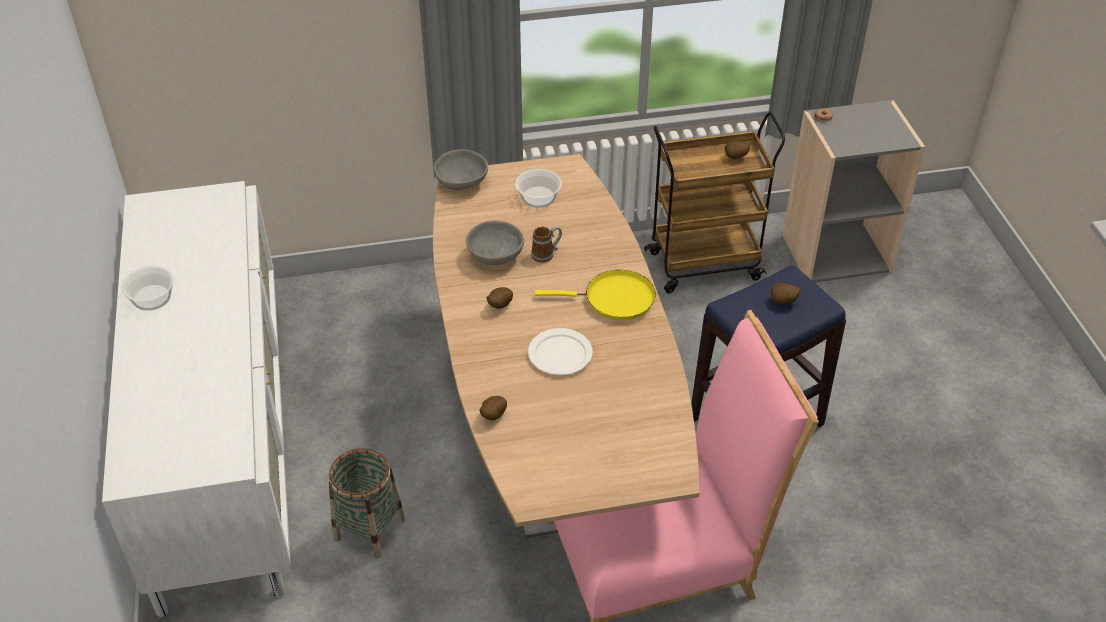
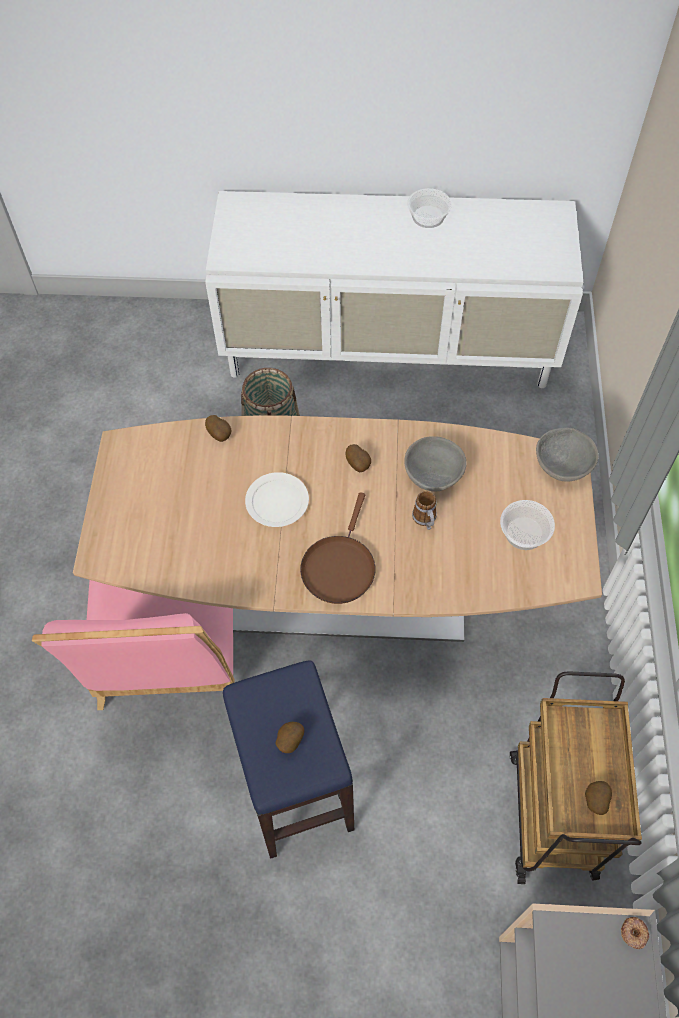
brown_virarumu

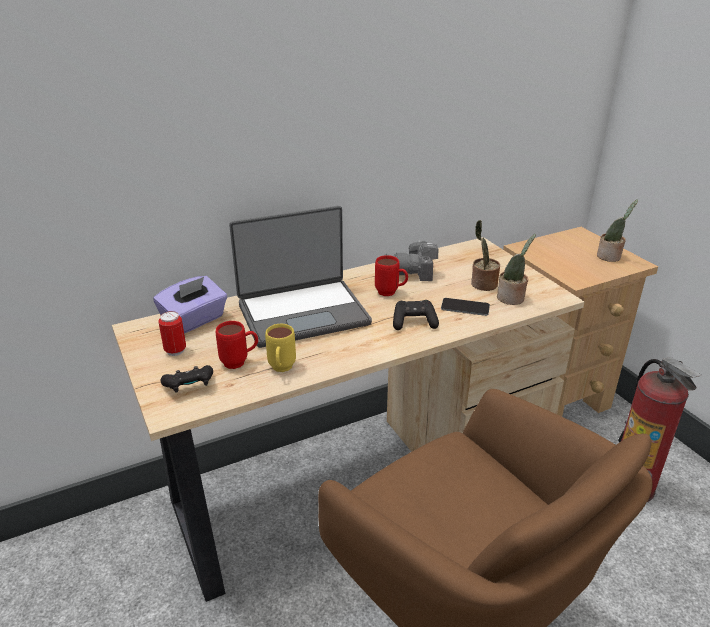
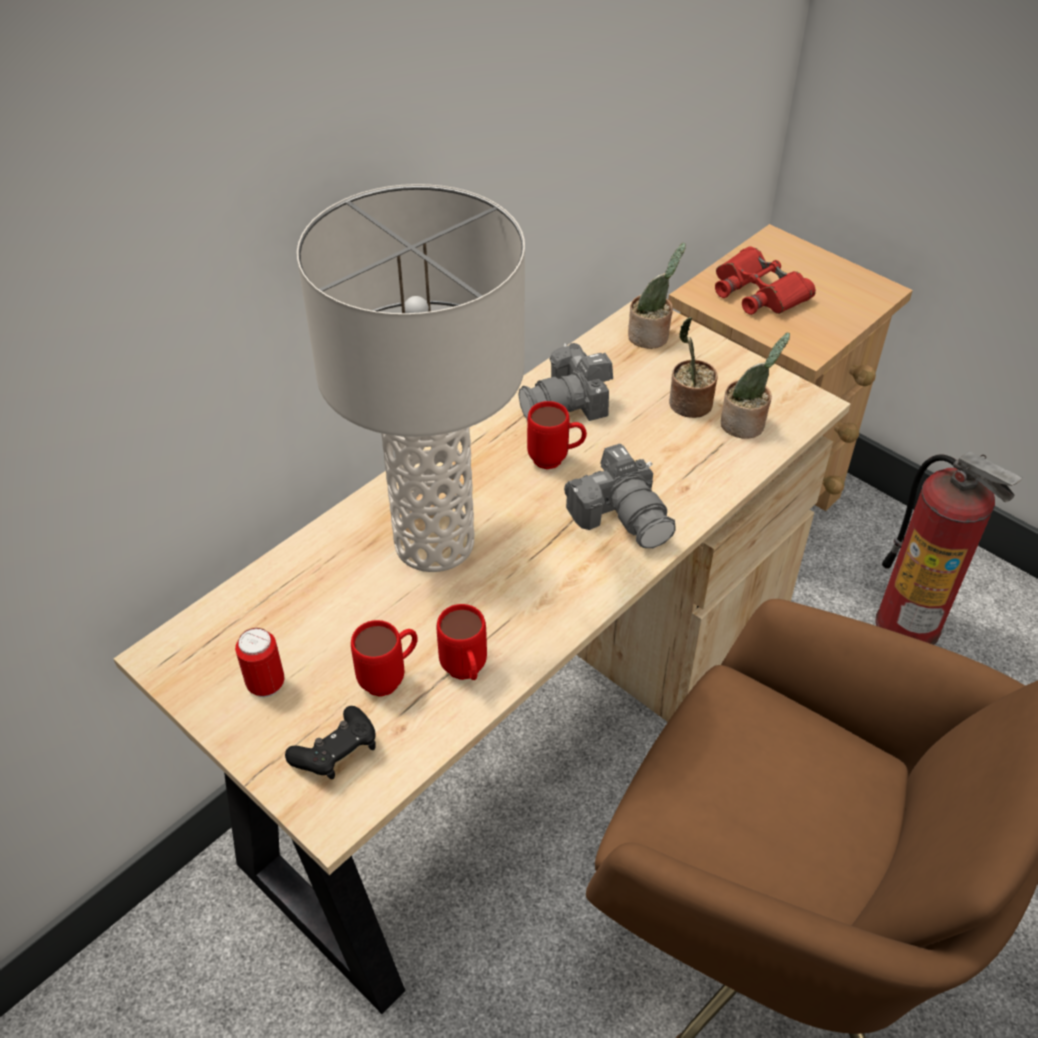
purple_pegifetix
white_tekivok
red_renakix (no. 2 from left)
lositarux (no. 2 from left)
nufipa
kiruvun (no. 1 from left)
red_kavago

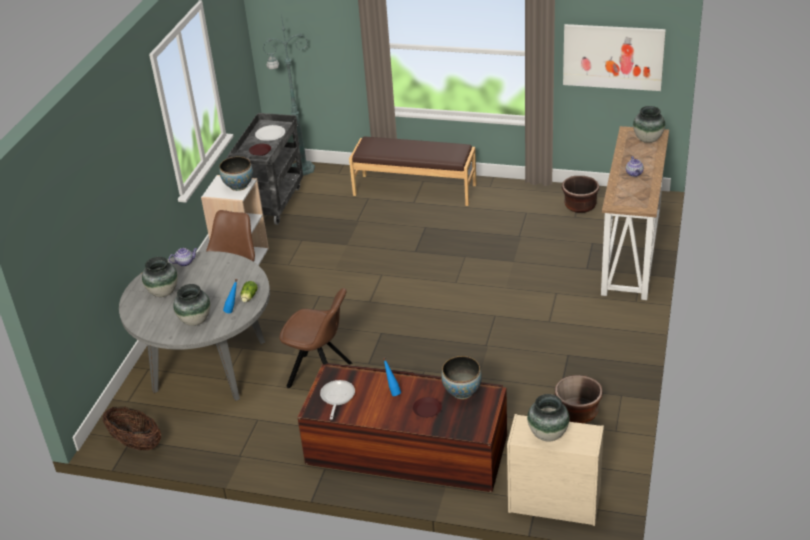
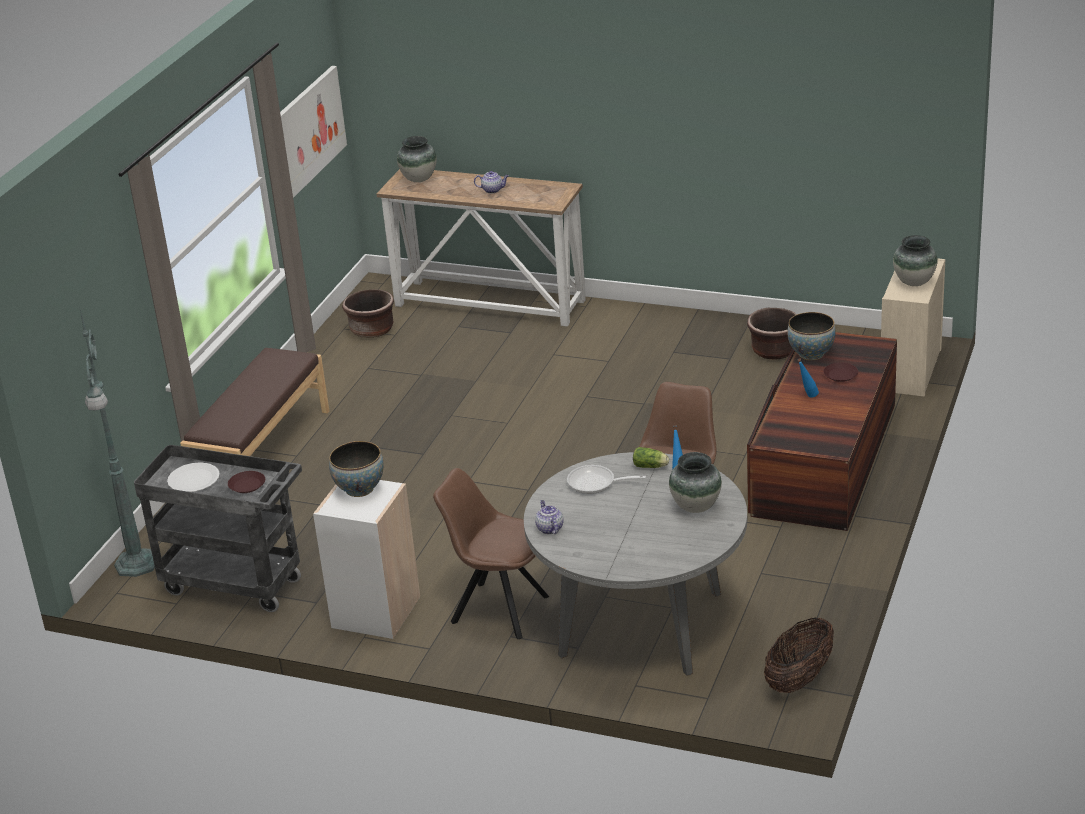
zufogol (no. 1 from left in the first image)
virarumu

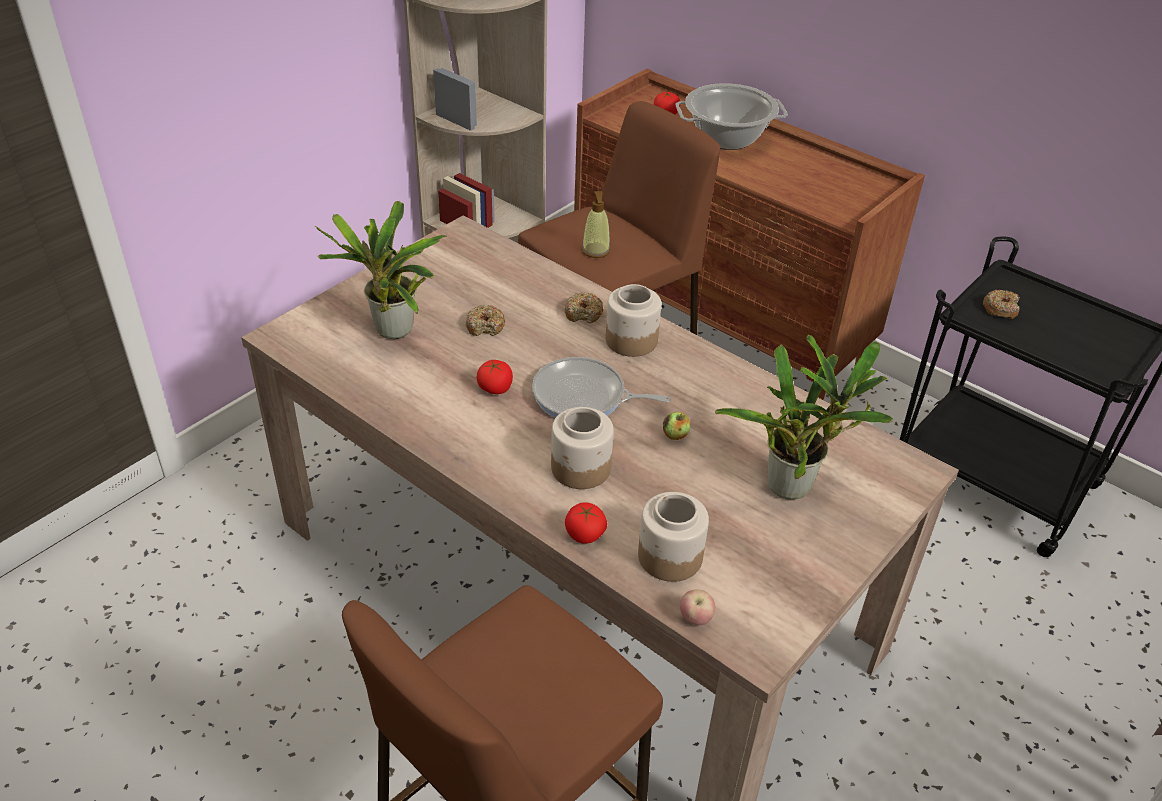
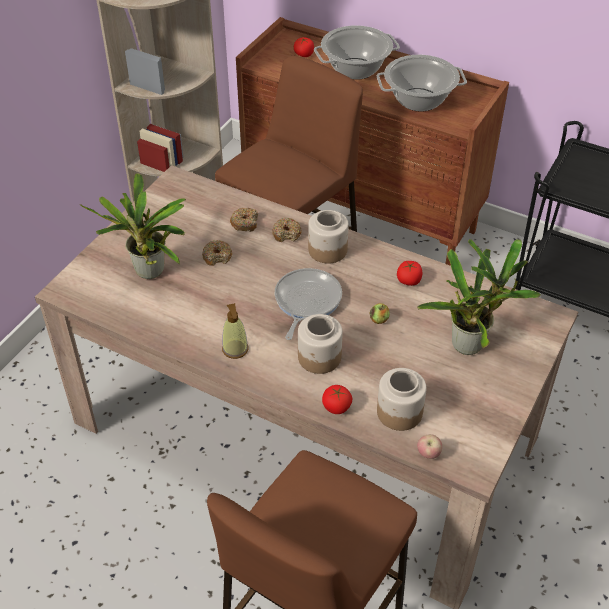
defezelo (no. 3 from left)
virarumu
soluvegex
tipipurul (no. 2 from left)
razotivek (no. 2 from left)

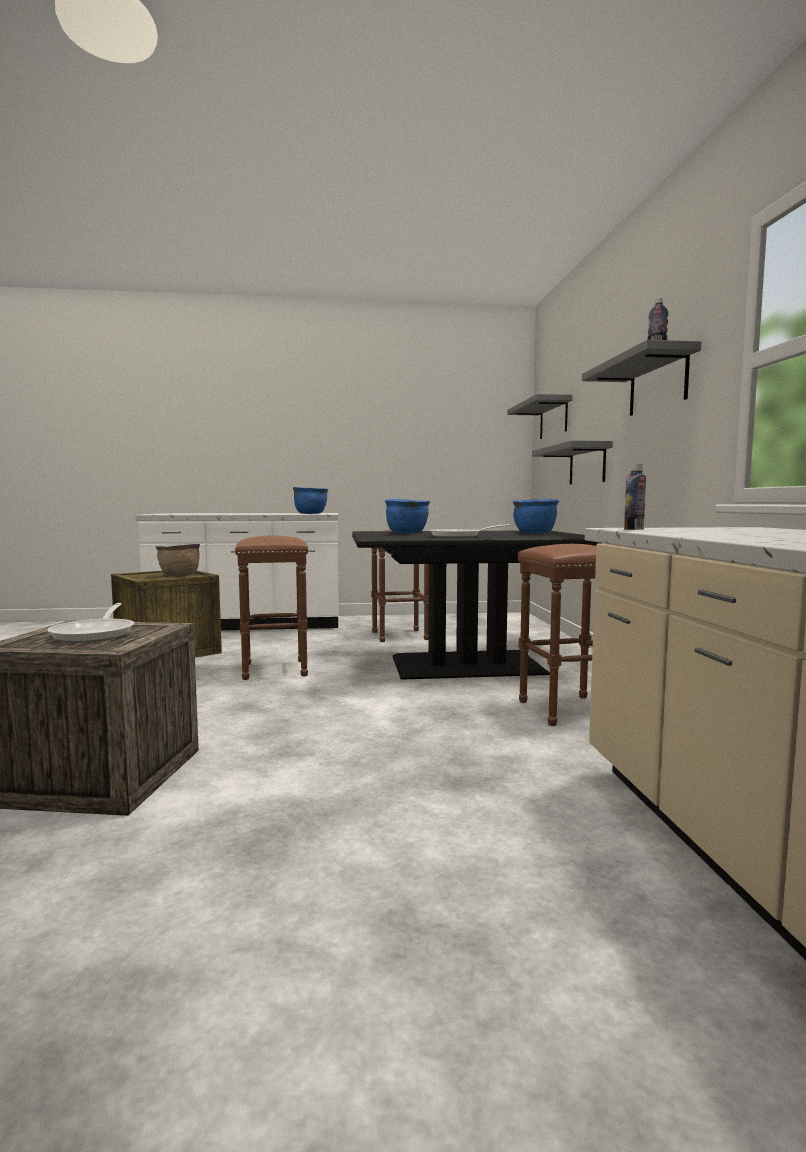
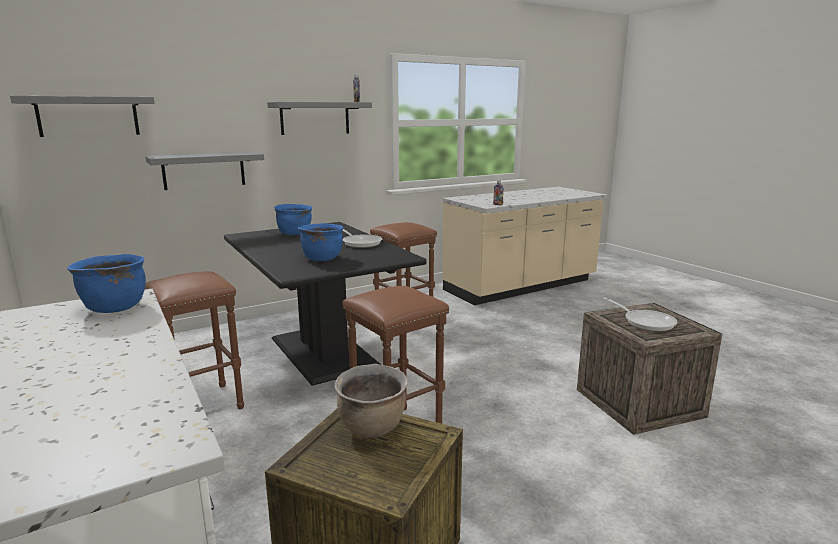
virarumu (no. 2 from left)

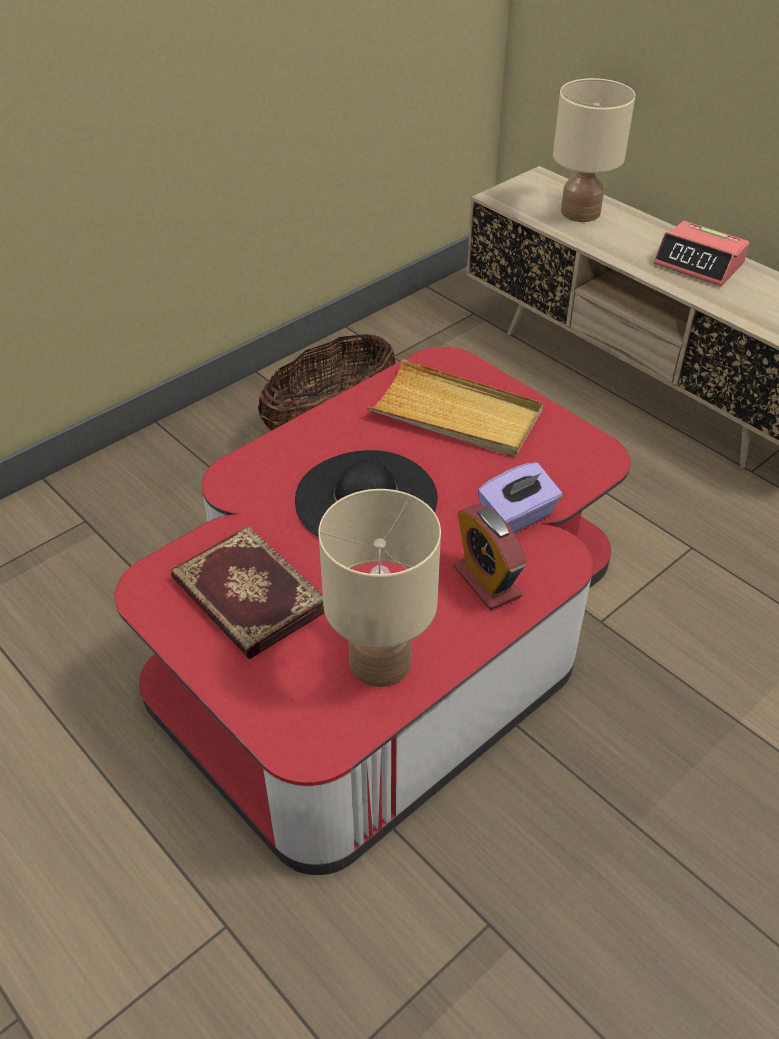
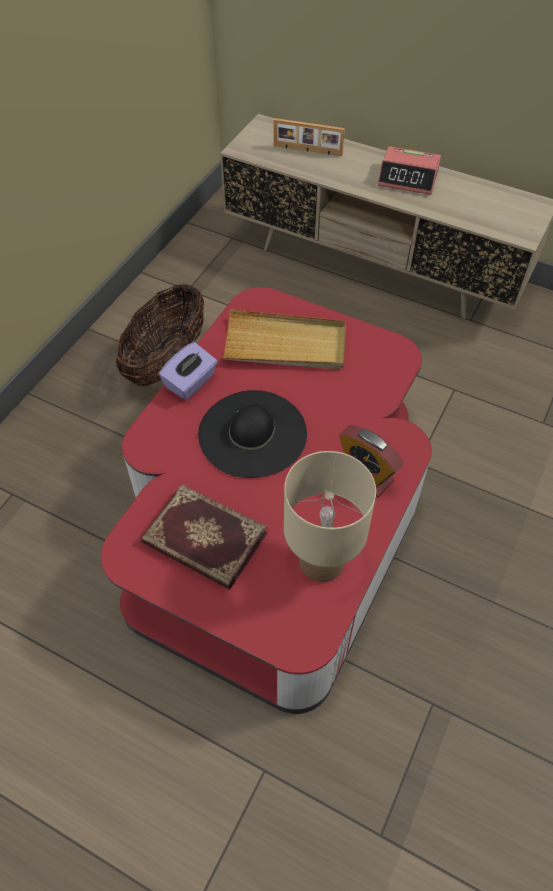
purple_pegifetix
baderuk

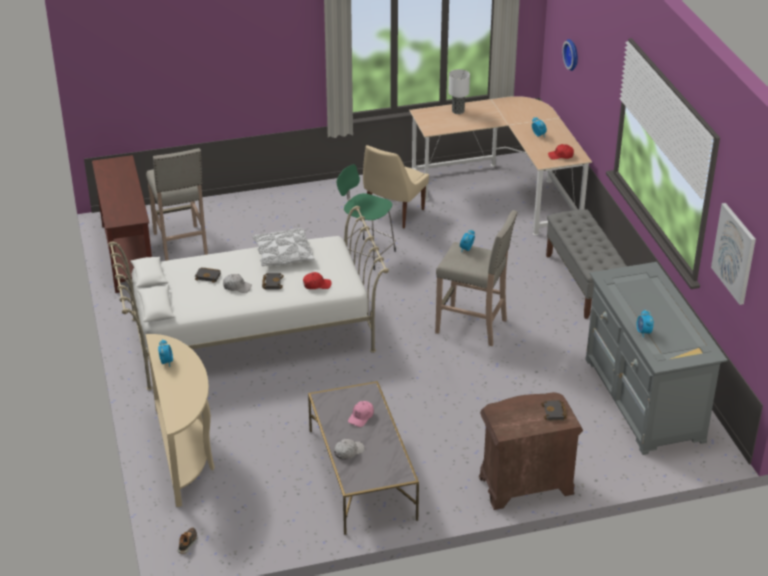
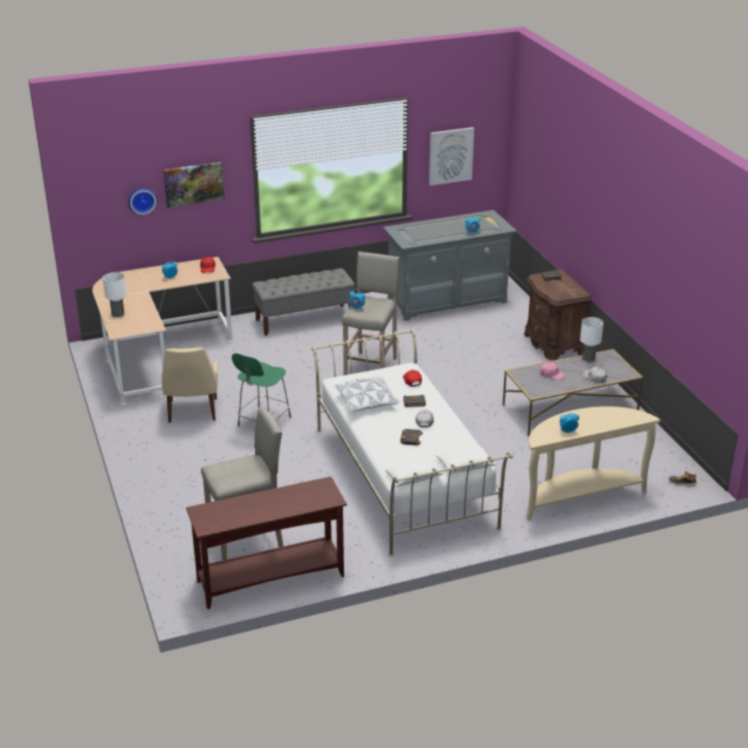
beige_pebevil
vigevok (no. 1 from left)
tekivok (no. 2 from left)

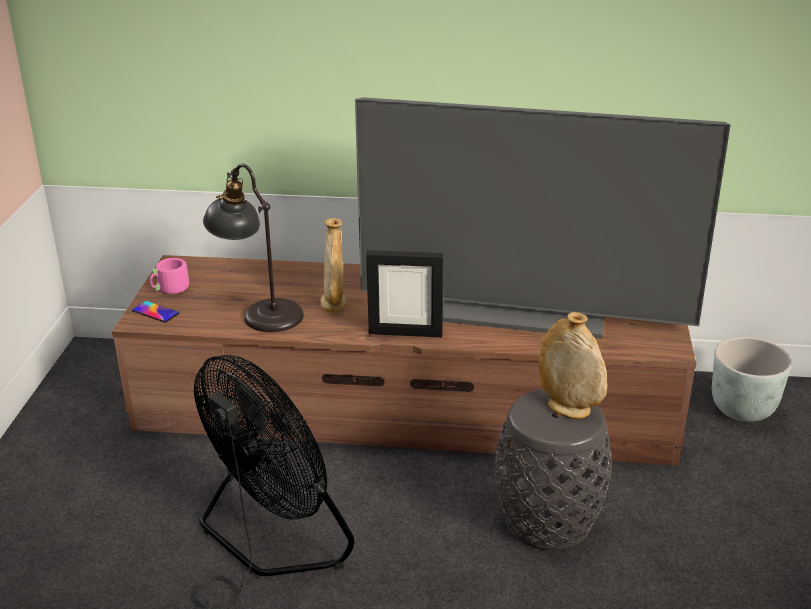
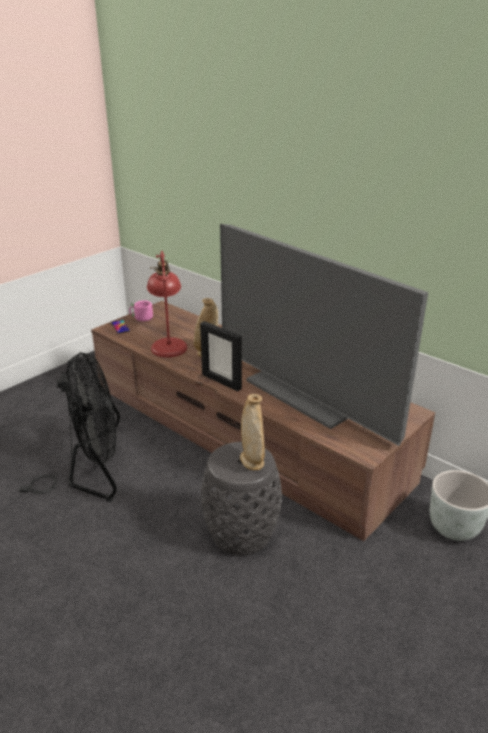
red_tekivok

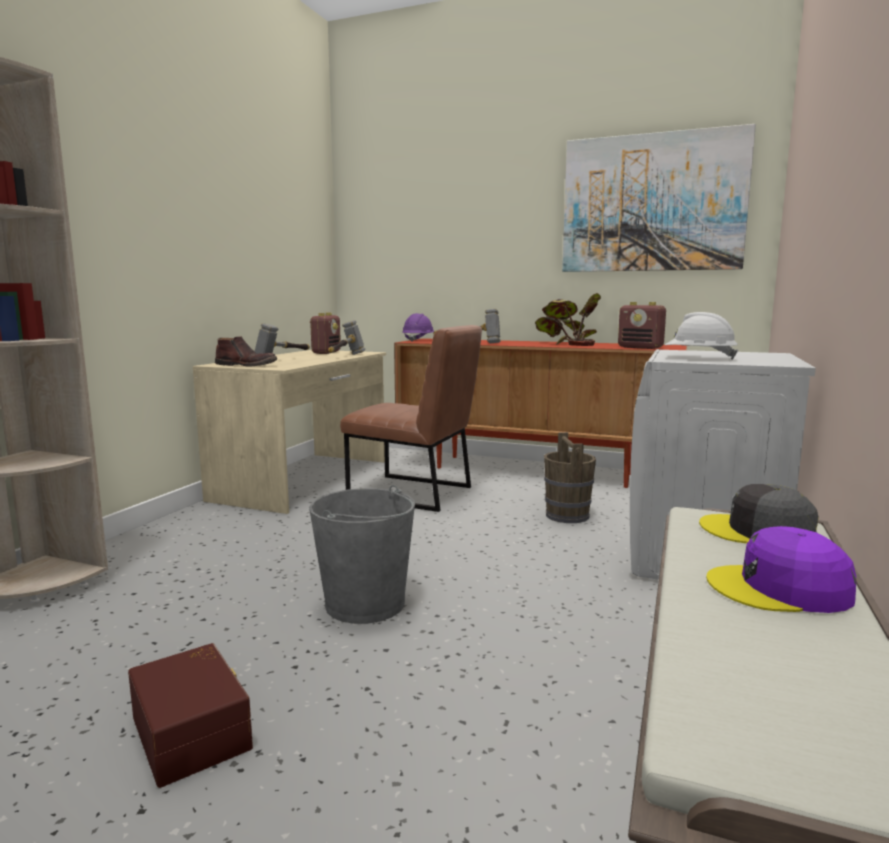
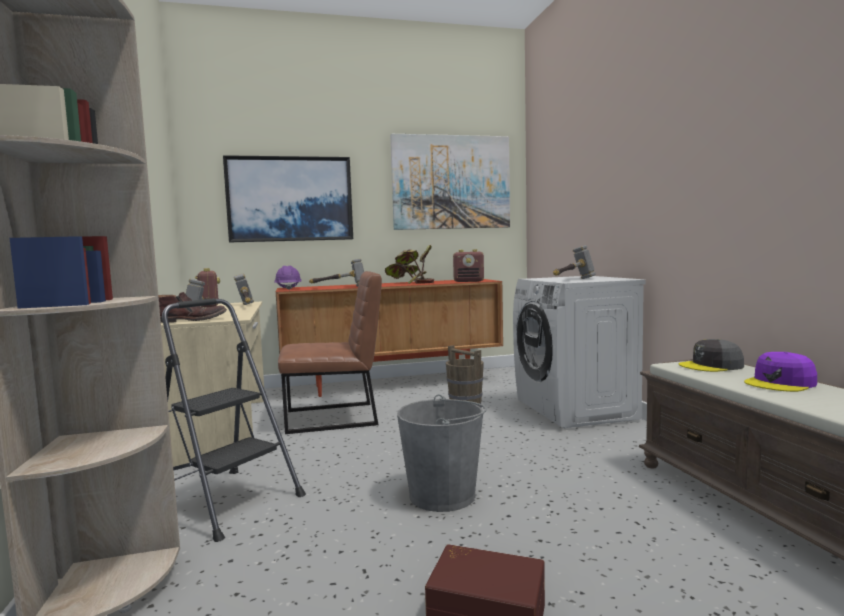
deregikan (no. 4 from left)
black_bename
vigevok (no. 1 from left)

